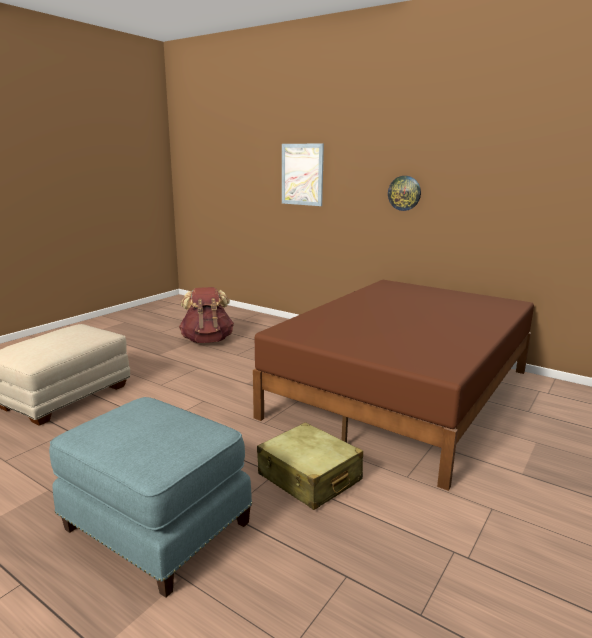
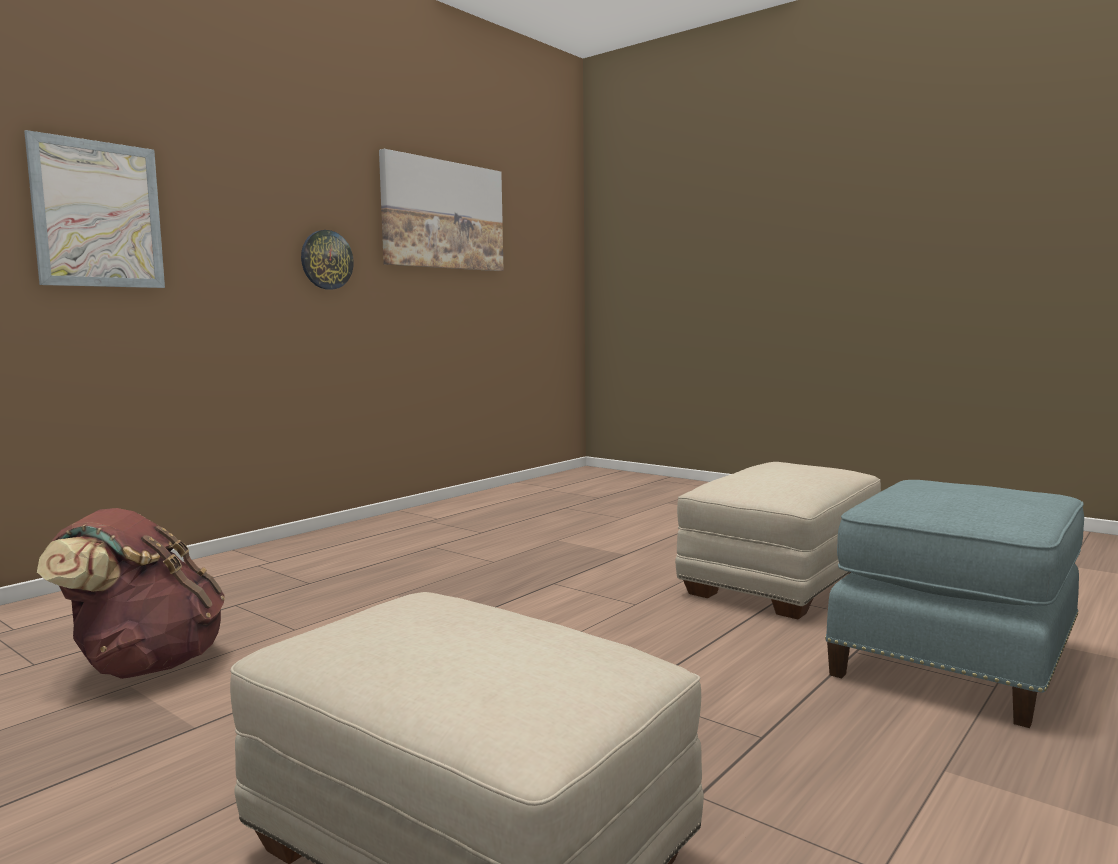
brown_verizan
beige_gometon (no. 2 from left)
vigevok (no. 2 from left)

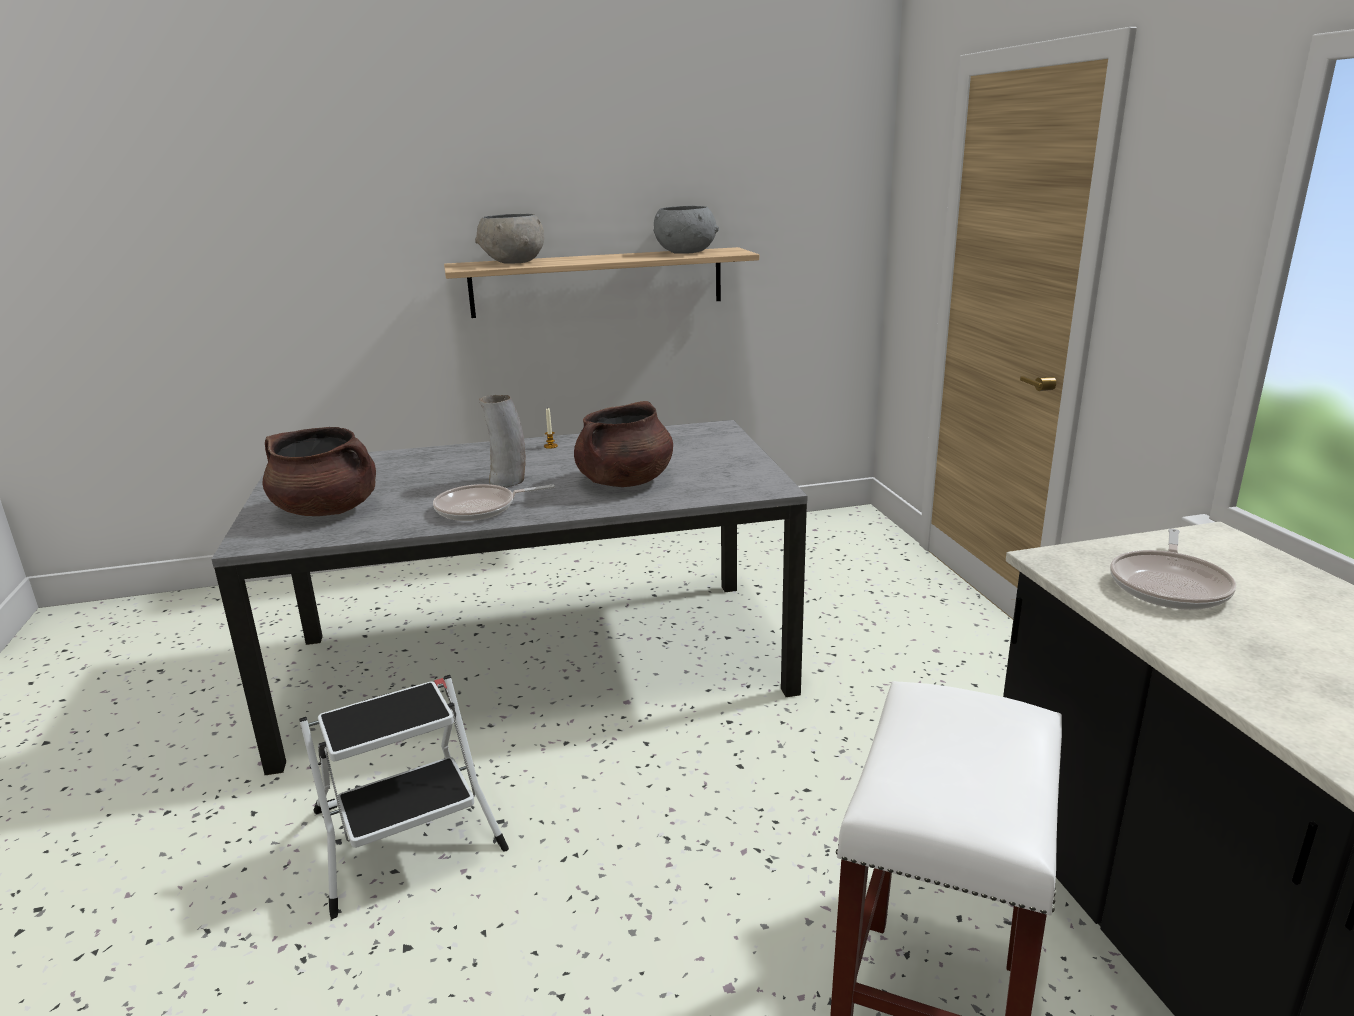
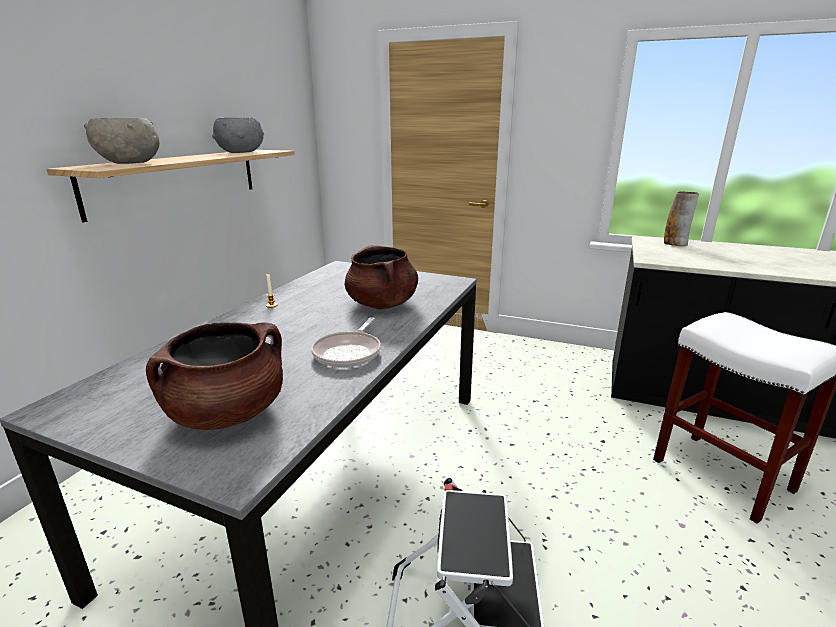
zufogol
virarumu (no. 2 from left in the first image)

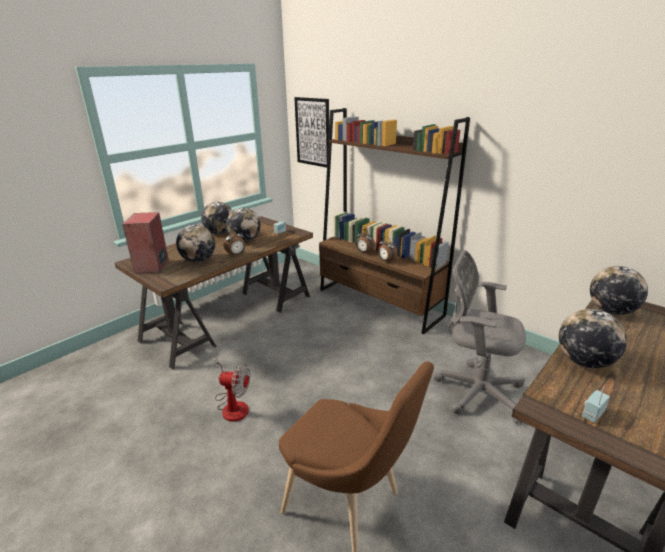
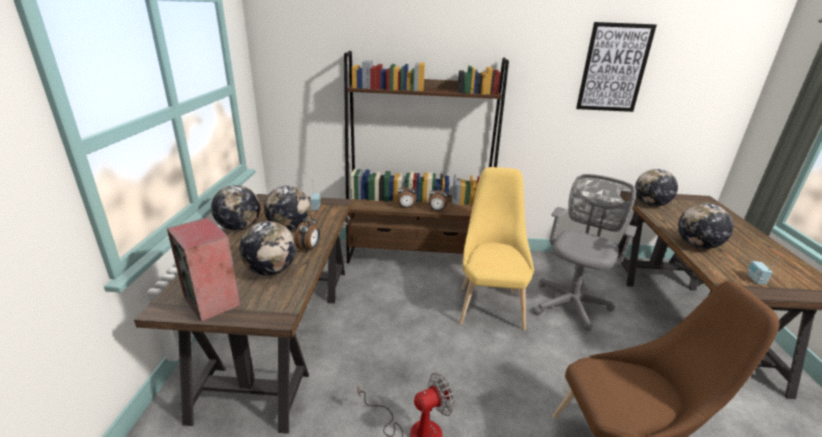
vigevok
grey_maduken
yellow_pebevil

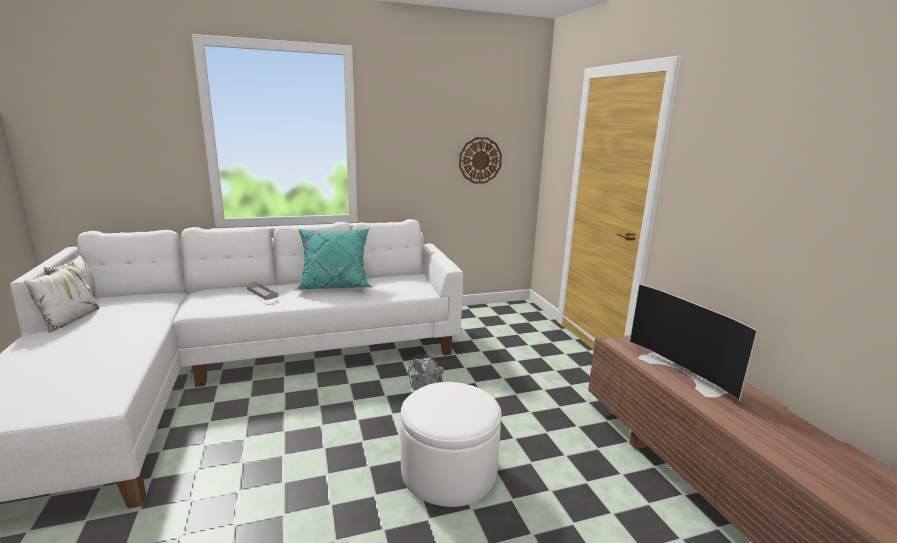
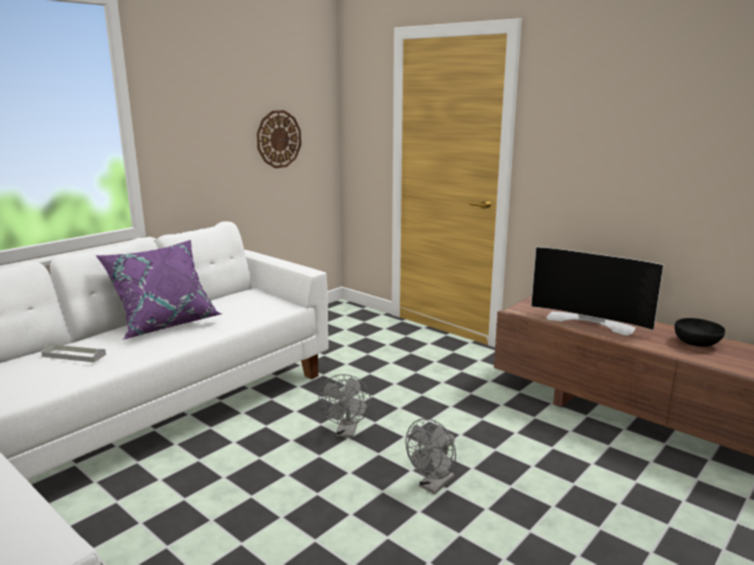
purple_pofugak
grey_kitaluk (no. 2 from left)
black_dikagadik

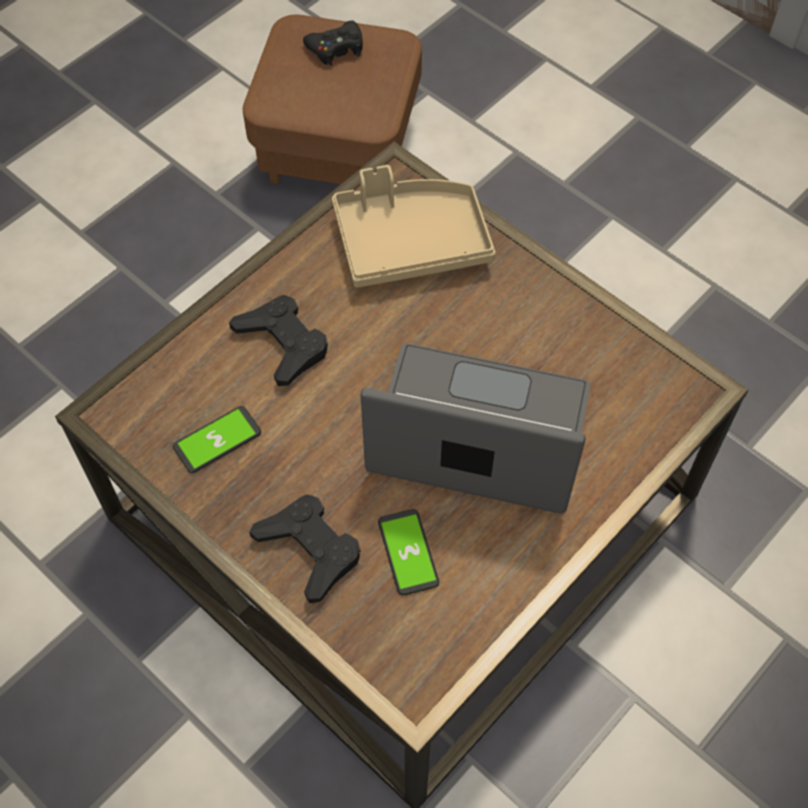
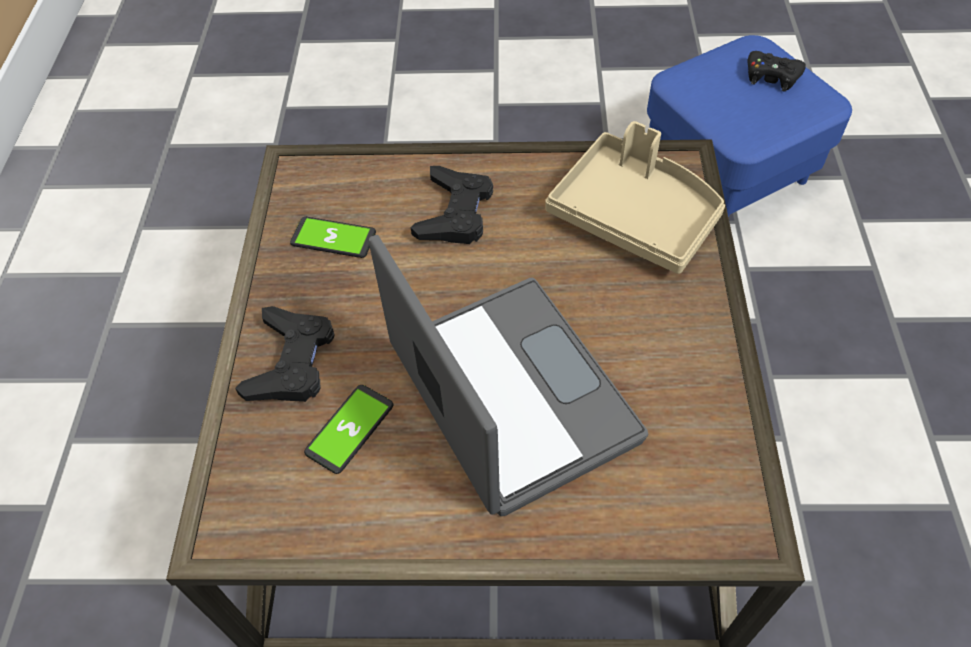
blue_gometon

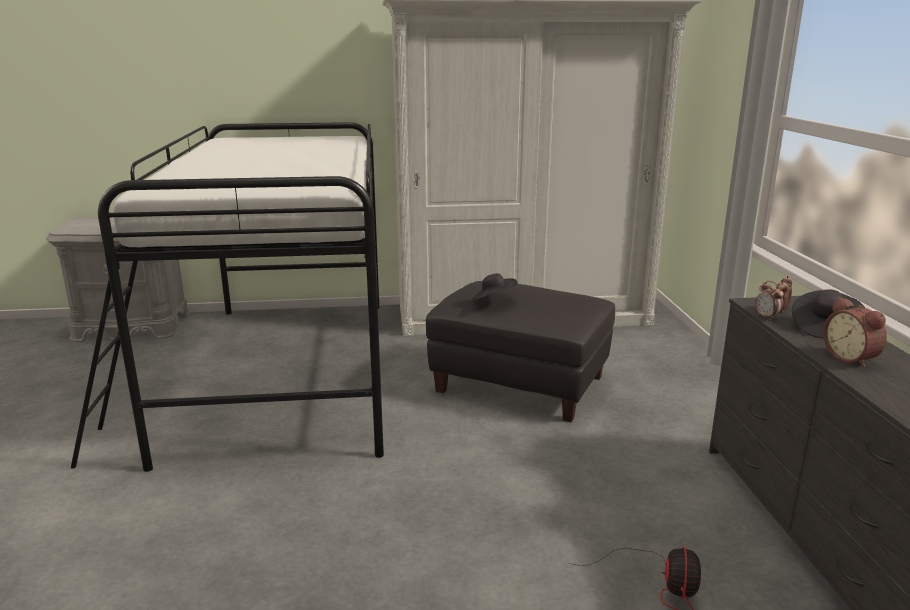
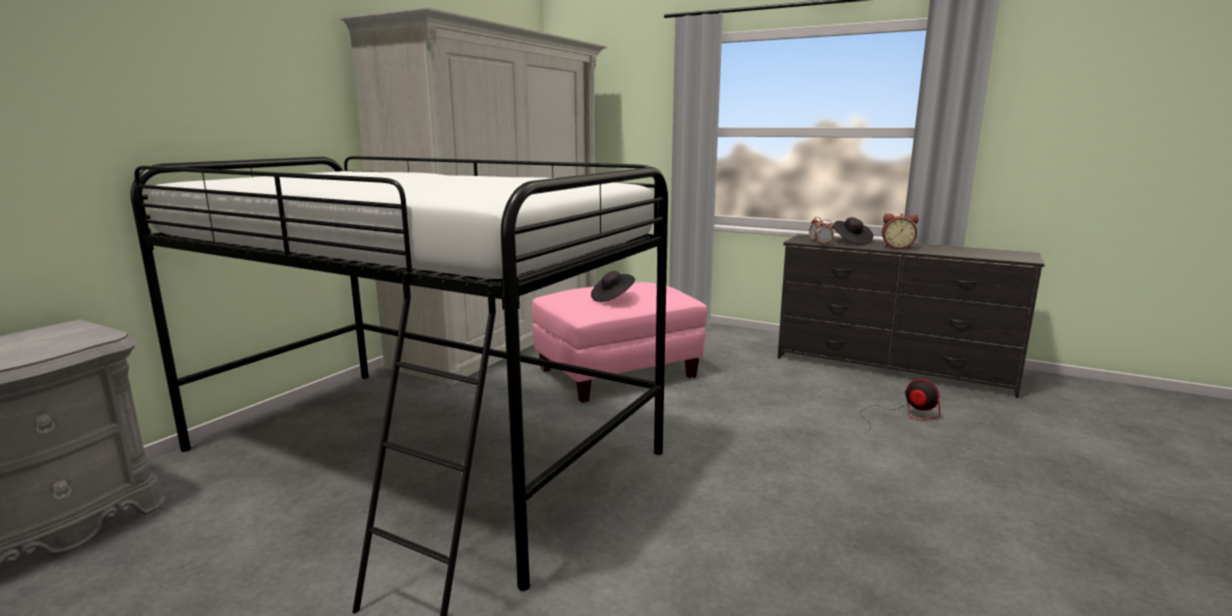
pink_gometon

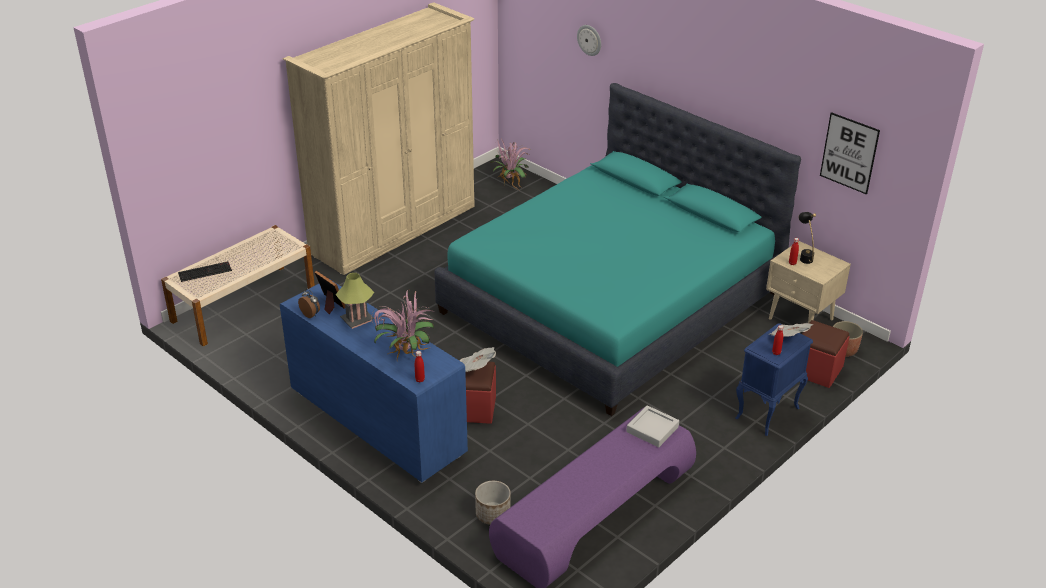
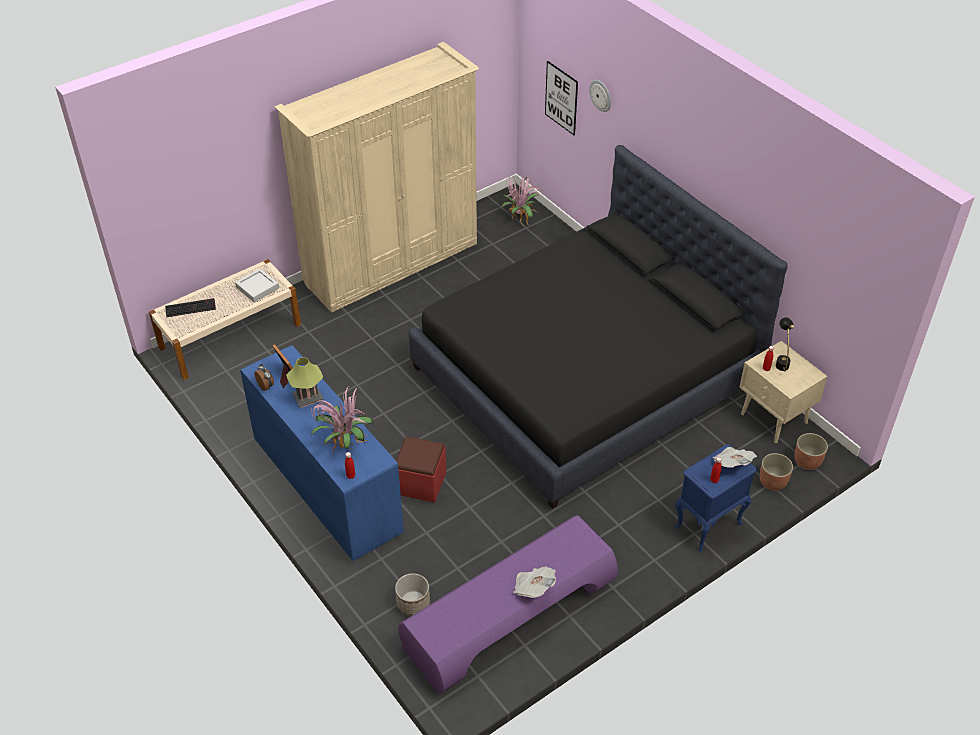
black_verizan
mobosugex (no. 1 from left)
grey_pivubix
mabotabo (no. 2 from left)
vigevok

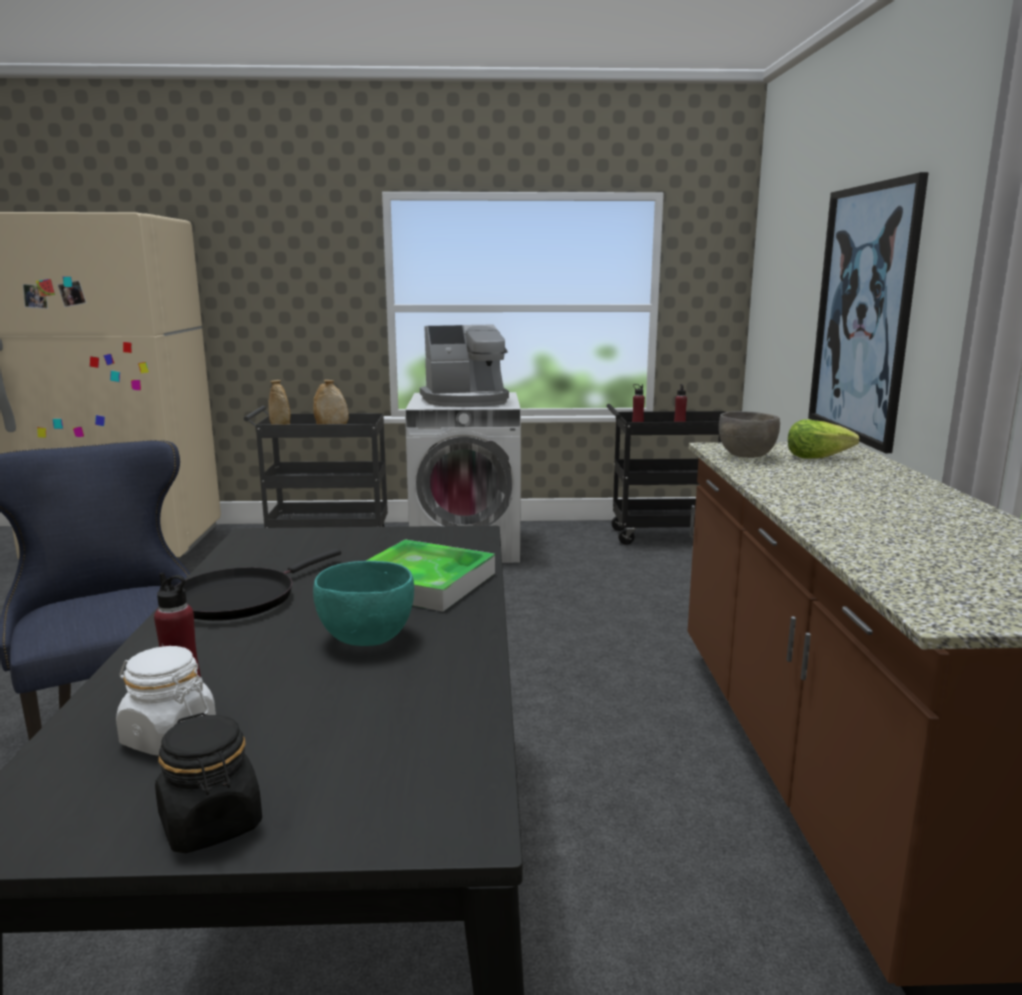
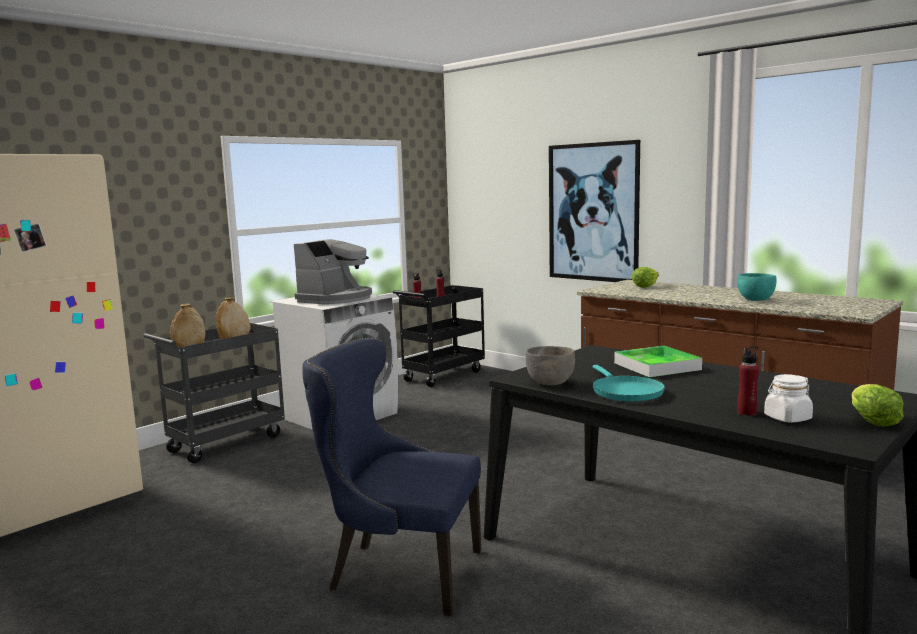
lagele (no. 2 from left)
turquoise_virarumu
turquoise_dikagadik
grey_dikagadik

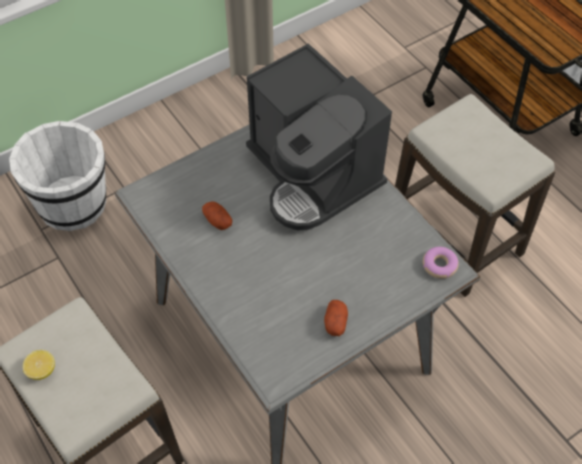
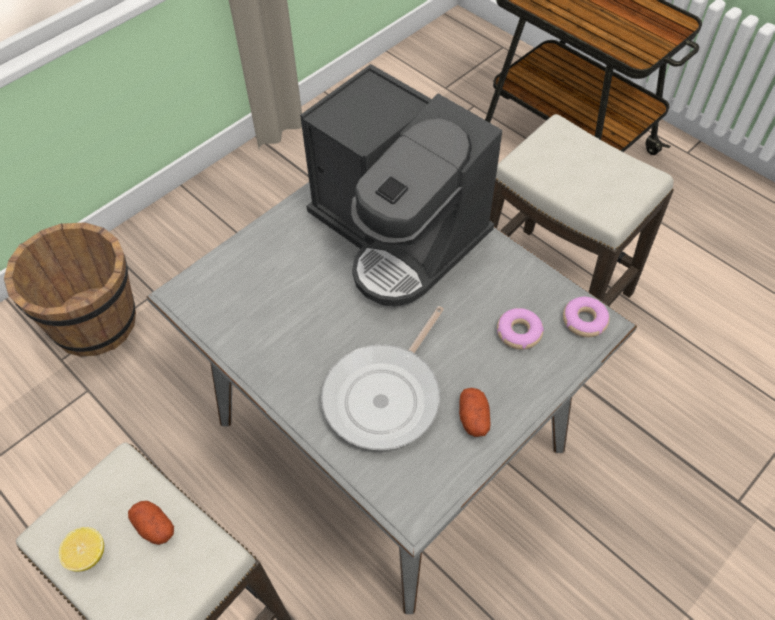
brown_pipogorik
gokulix (no. 1 from left)
virarumu
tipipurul (no. 1 from left)

